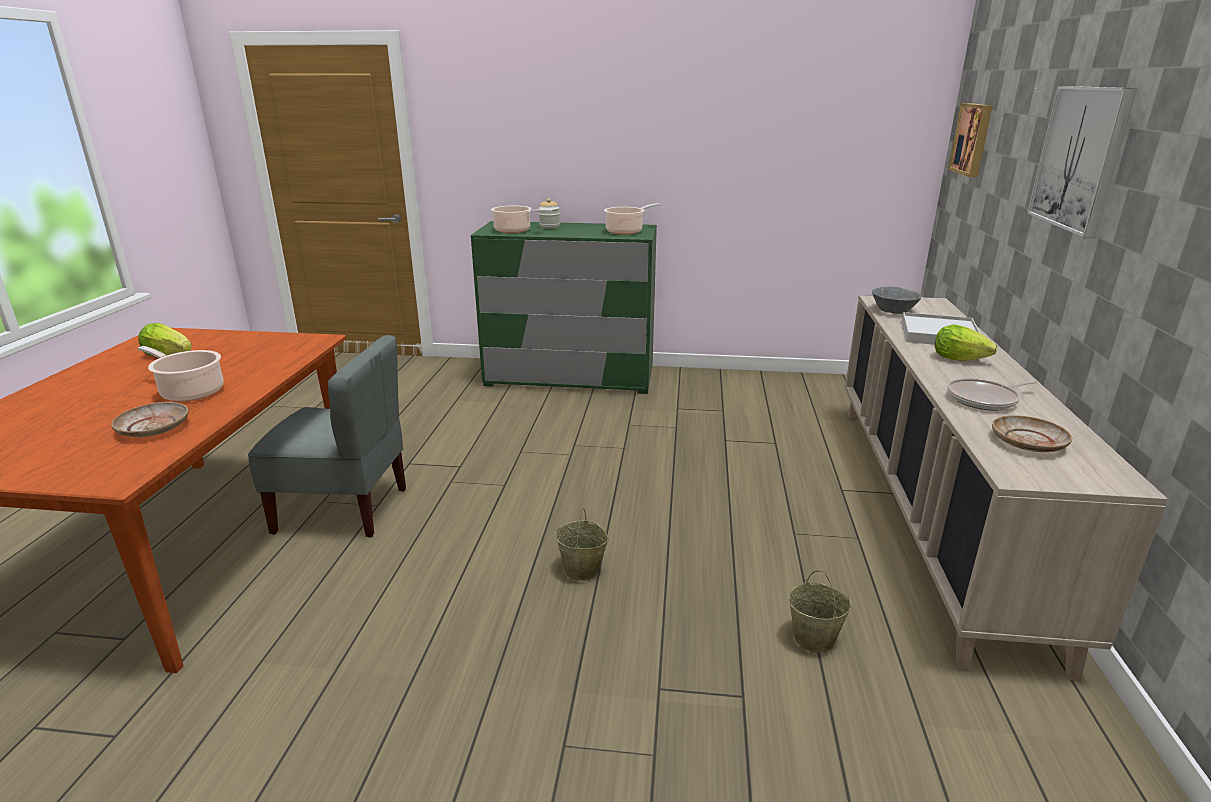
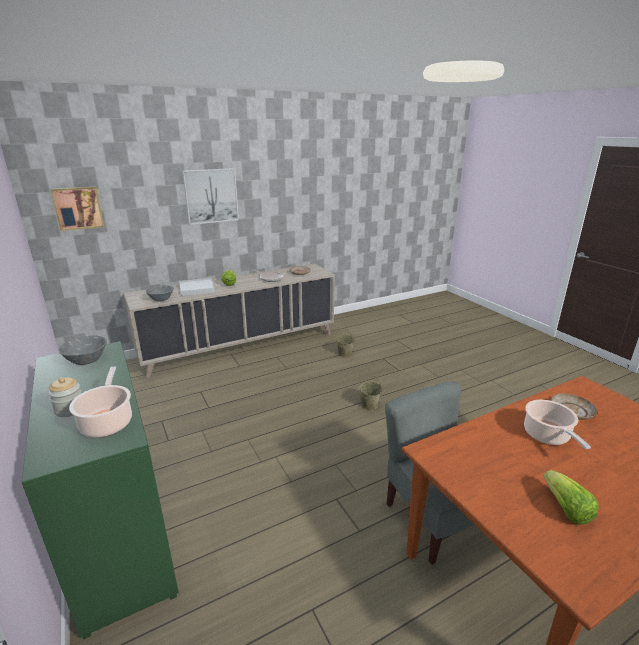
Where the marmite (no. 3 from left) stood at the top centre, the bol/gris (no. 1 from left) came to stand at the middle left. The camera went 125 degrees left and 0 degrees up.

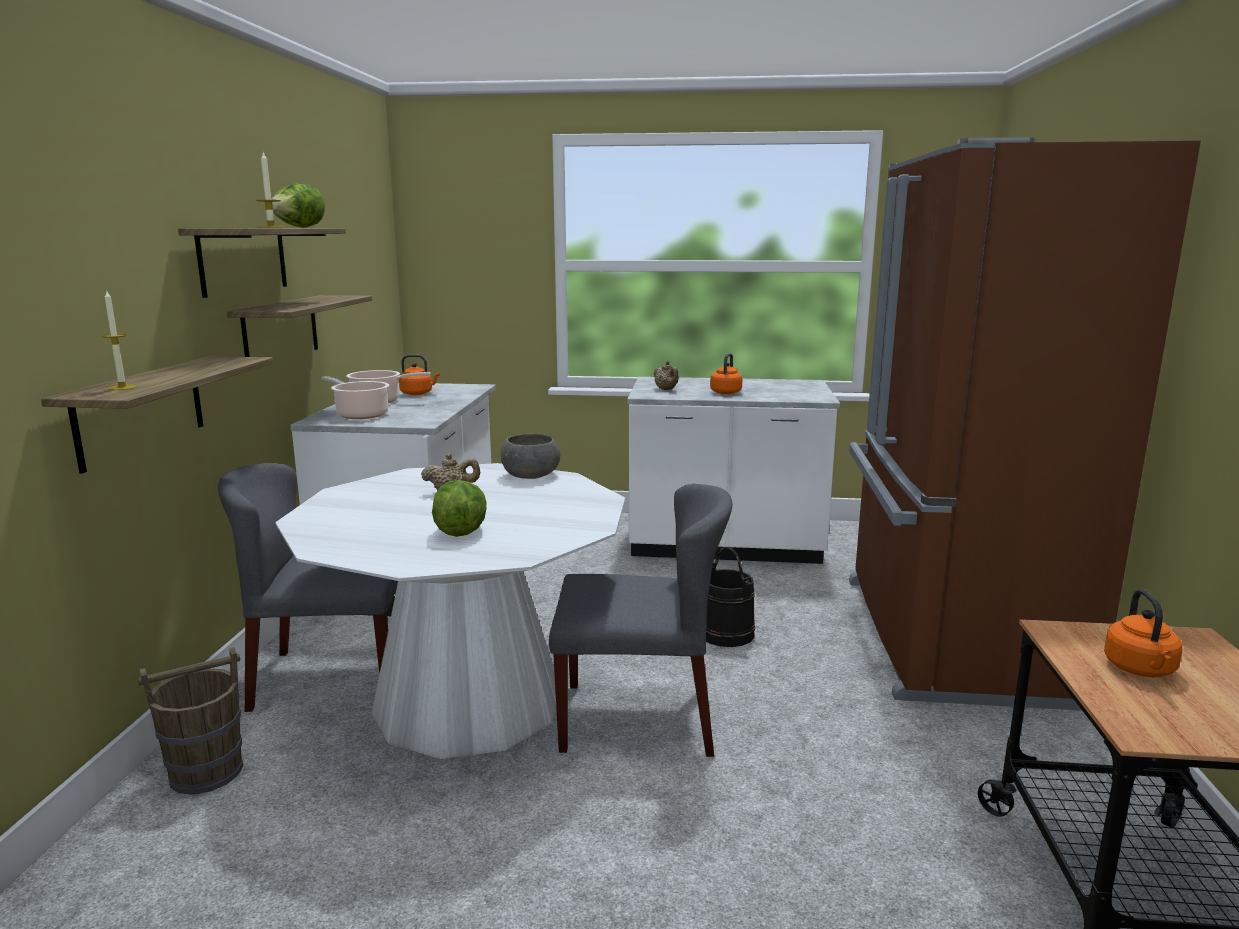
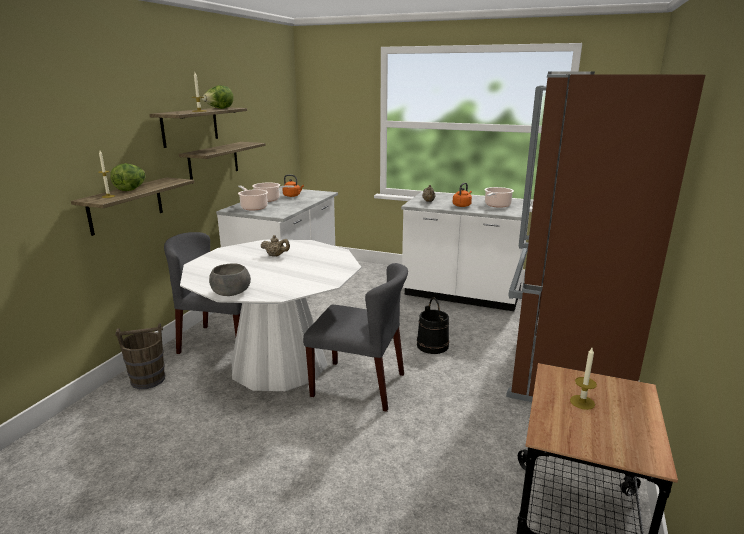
The second view gained the marmite (no. 3 from left) at the middle right. The laitue (no. 2 from left in the first image) ended up elsewhere, having gone from the centre to the top left. The bol/gris ended up elsewhere, having gone from the centre to the middle left. Where the bouilloire/orange (no. 3 from left) stood at the bottom right, the bougie (no. 3 from left) came to stand at the bottom right. The camera went 15 degrees right and 5 degrees up.

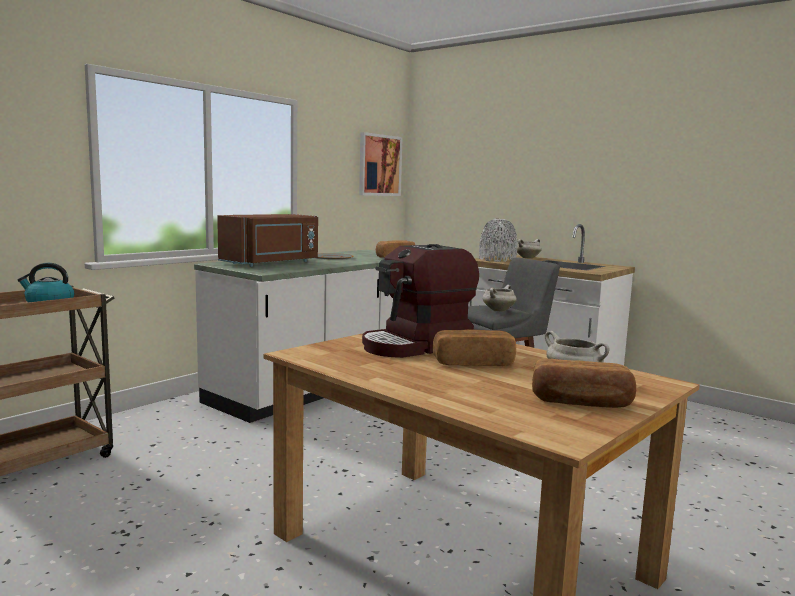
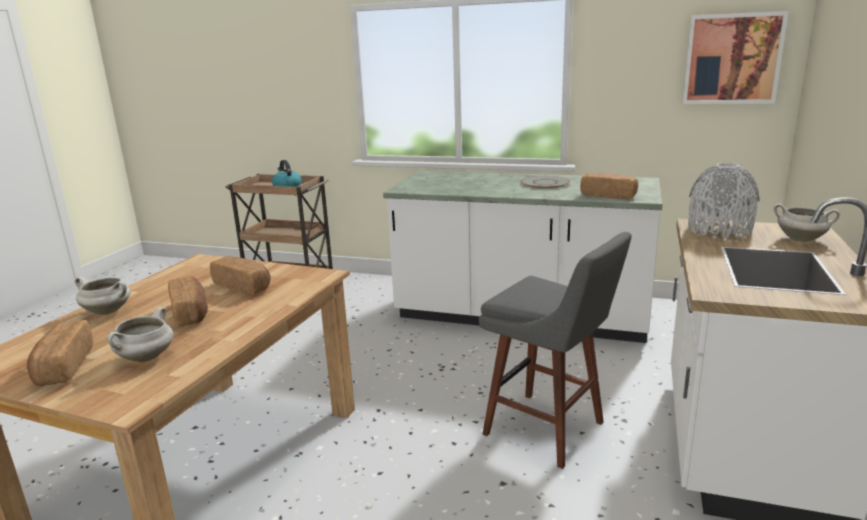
The second view lost the micro-ondes/marron at the centre. The marmite/blanc (no. 1 from left) ended up elsewhere, having gone from the centre to the middle left. Where the machine à café stood at the centre, the pain (no. 3 from left) came to stand at the middle left. The camera went 70 degrees right and 10 degrees up.

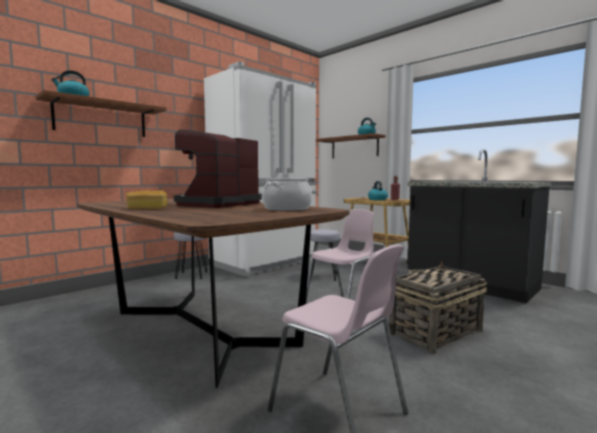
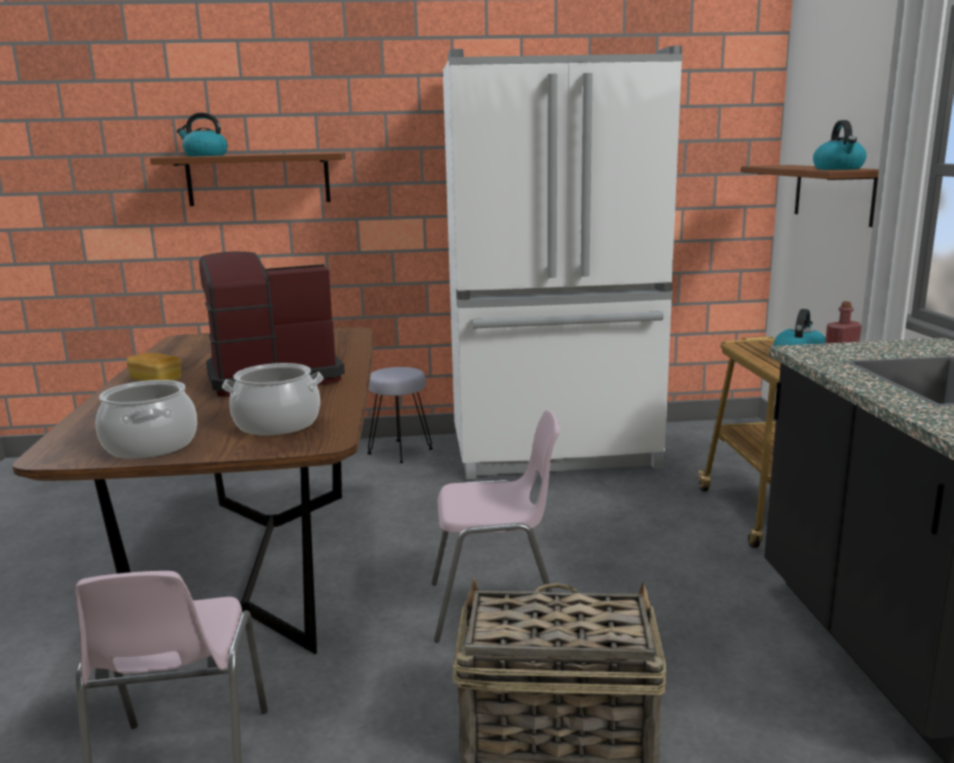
The second view lost the tabouret/gris (no. 2 from left) at the centre. The second view gained the marmite (no. 1 from left) at the middle left. The camera went 40 degrees right and 10 degrees up.

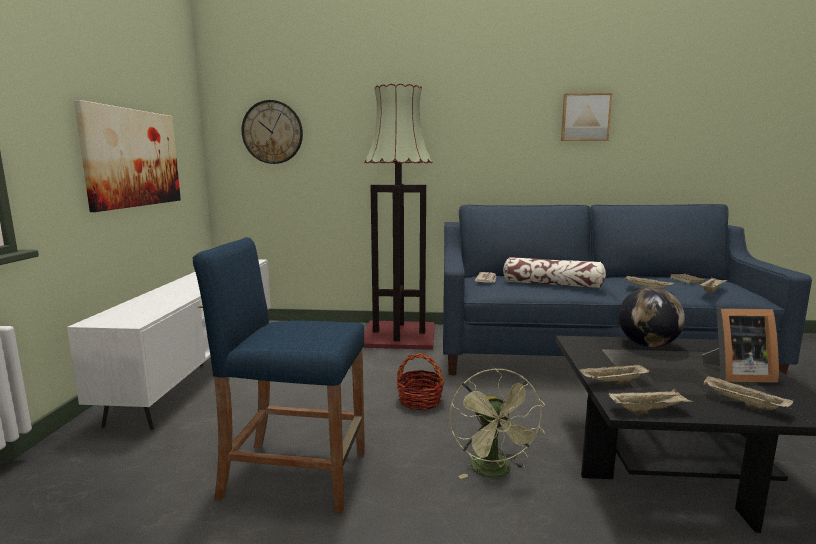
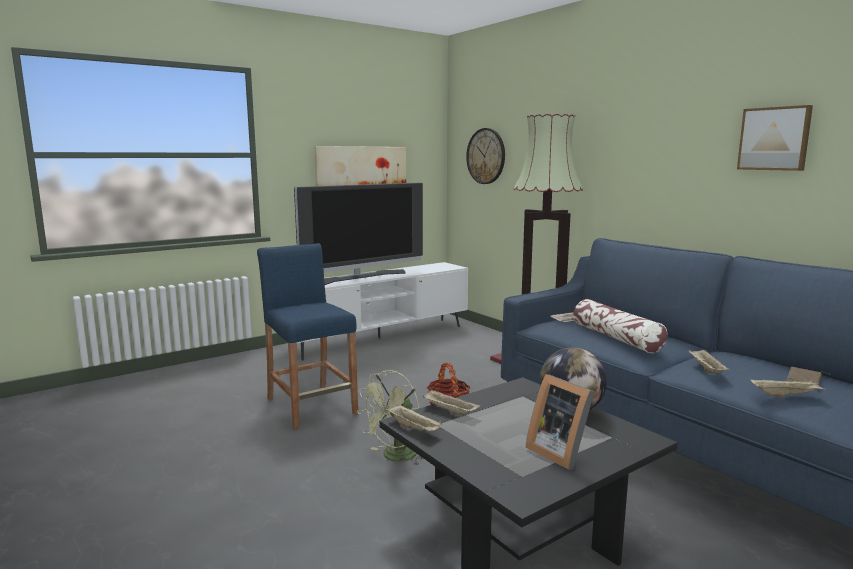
The second view lost the plateau/beige (no. 5 from left) at the bottom right. The second view gained the téléviseur at the centre. The camera went 50 degrees right and 0 degrees up.

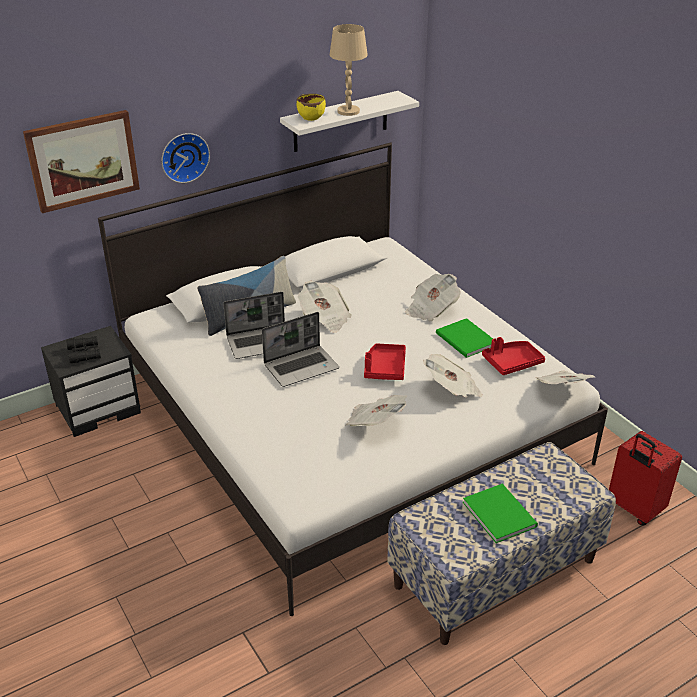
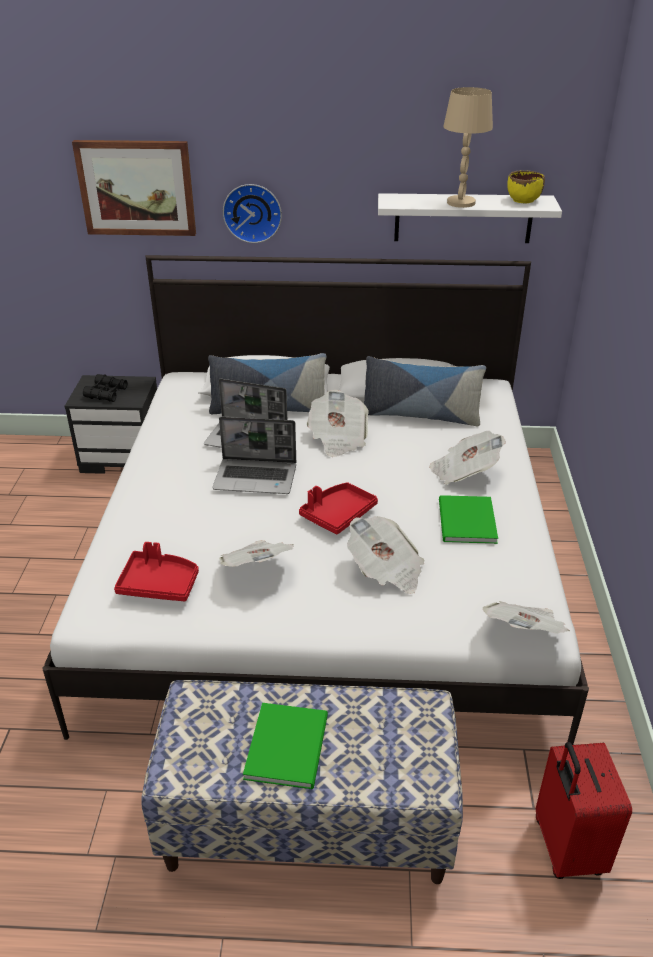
The second view gained the coussin (no. 2 from left) at the centre. The bol/jaune ended up elsewhere, having gone from the top centre to the top right. The plateau/rouge (no. 2 from left in the first image) ended up elsewhere, having gone from the middle right to the middle left. The camera went 35 degrees right and 0 degrees up.

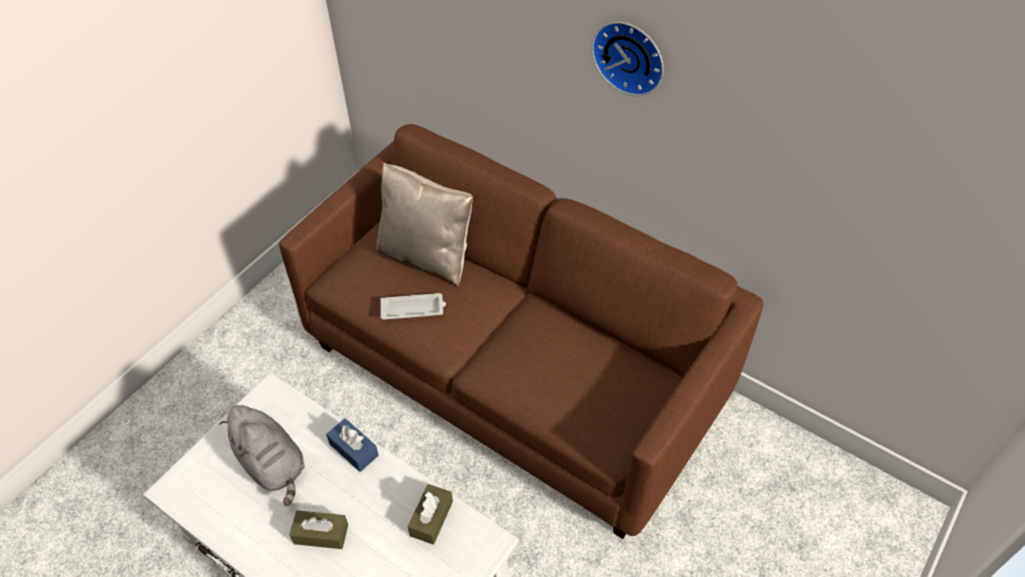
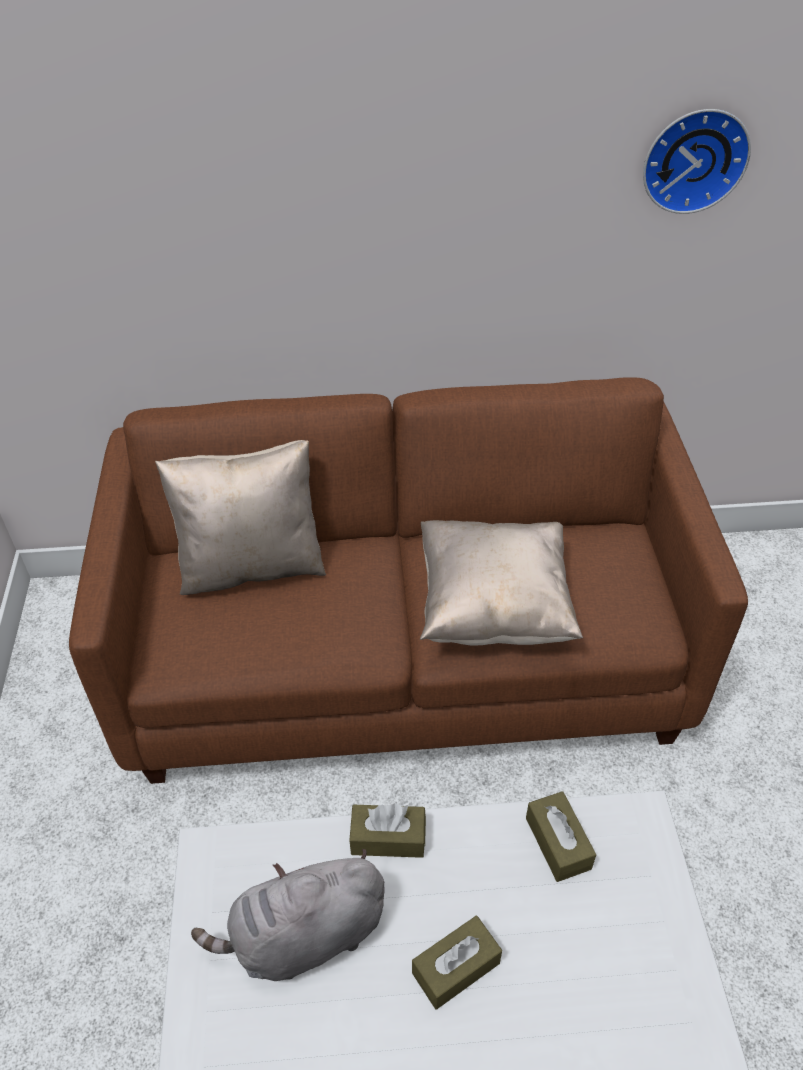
The second view lost the plateau/blanc at the centre. The second view gained the coussin/beige (no. 2 from left) at the centre. The horloge murale ended up elsewhere, having gone from the top centre to the top right. What was the boîte à mouchoirs/bleu at the bottom centre turned into the boîte à mouchoirs/marron (no. 1 from left) at the bottom centre. The peluche/gris at the bottom left ended up facing another way, 150 degrees clockwise from before. The camera went 40 degrees left and 5 degrees down.

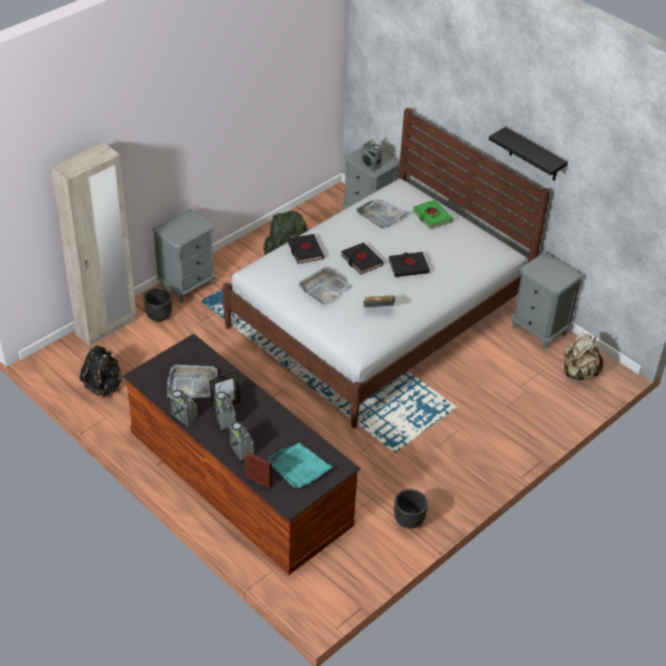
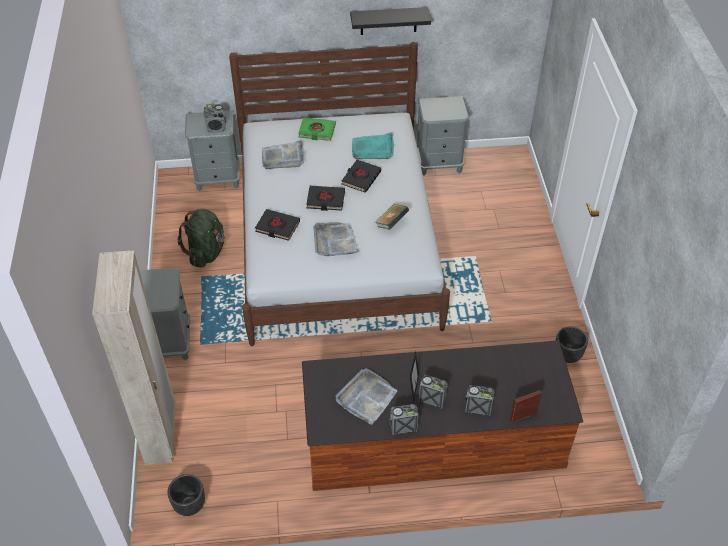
The second view lost the sac à dos/noir at the middle left. The second view lost the sac à dos/beige at the middle right. The cache-pot/noir (no. 1 from left) ended up elsewhere, having gone from the middle left to the bottom left. The plateau/turquoise ended up elsewhere, having gone from the bottom centre to the top centre. The camera went 50 degrees left and 5 degrees up.

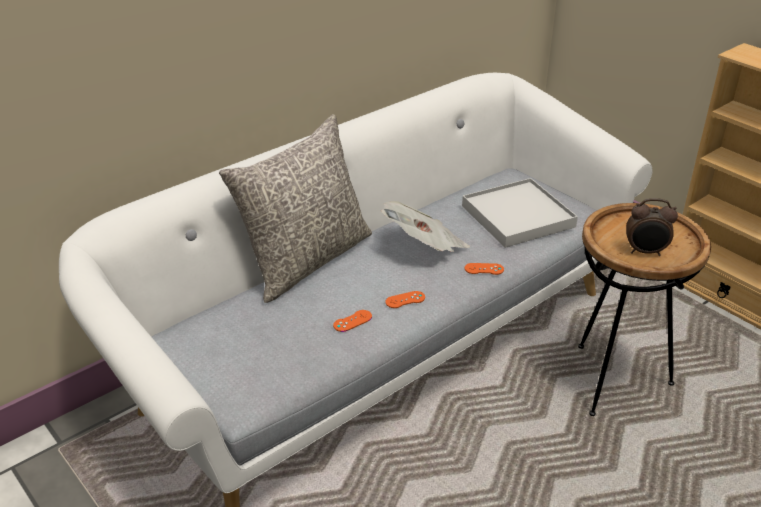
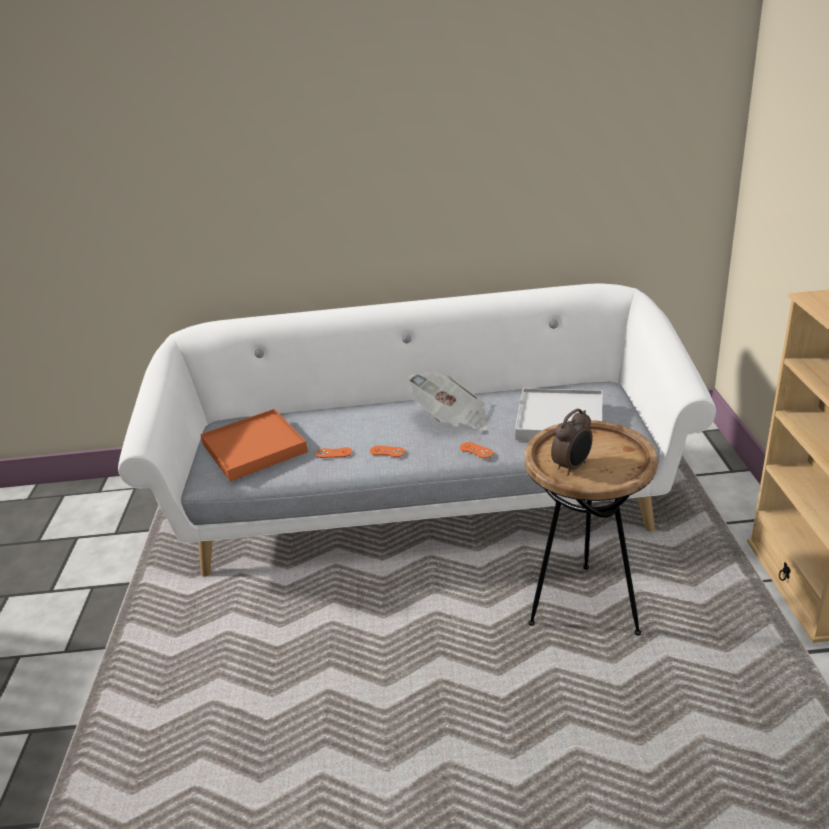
The second view lost the coussin/gris at the centre. The second view gained the plateau/orange at the middle left. The réveil at the middle right ended up facing another way, 90 degrees counterclockwise from before. The camera went 40 degrees right and 5 degrees down.

